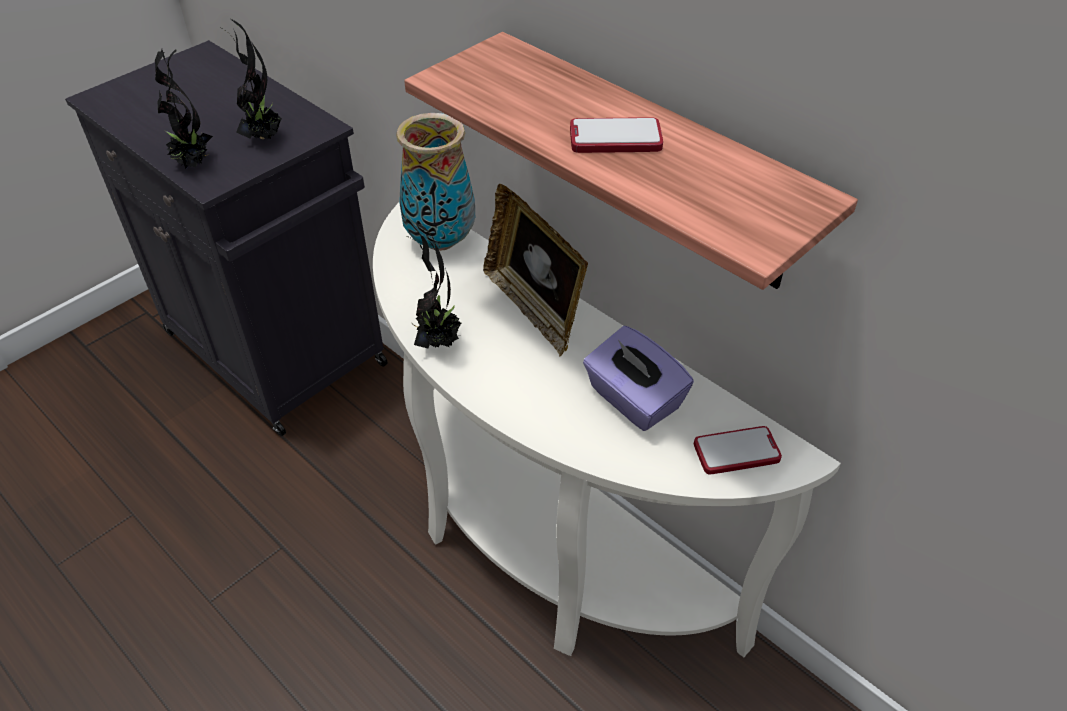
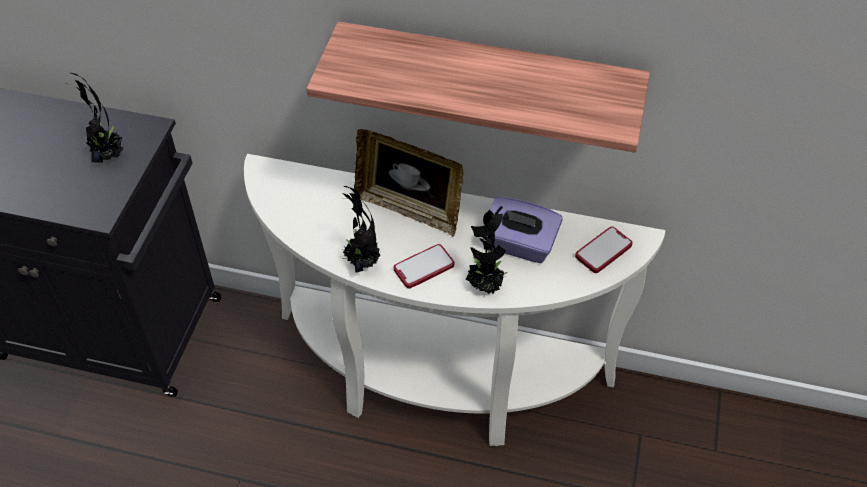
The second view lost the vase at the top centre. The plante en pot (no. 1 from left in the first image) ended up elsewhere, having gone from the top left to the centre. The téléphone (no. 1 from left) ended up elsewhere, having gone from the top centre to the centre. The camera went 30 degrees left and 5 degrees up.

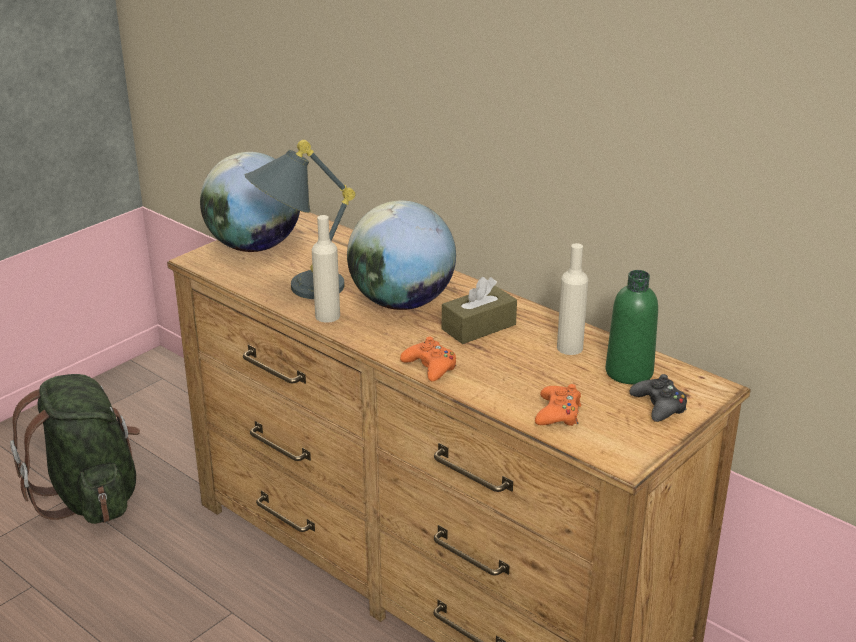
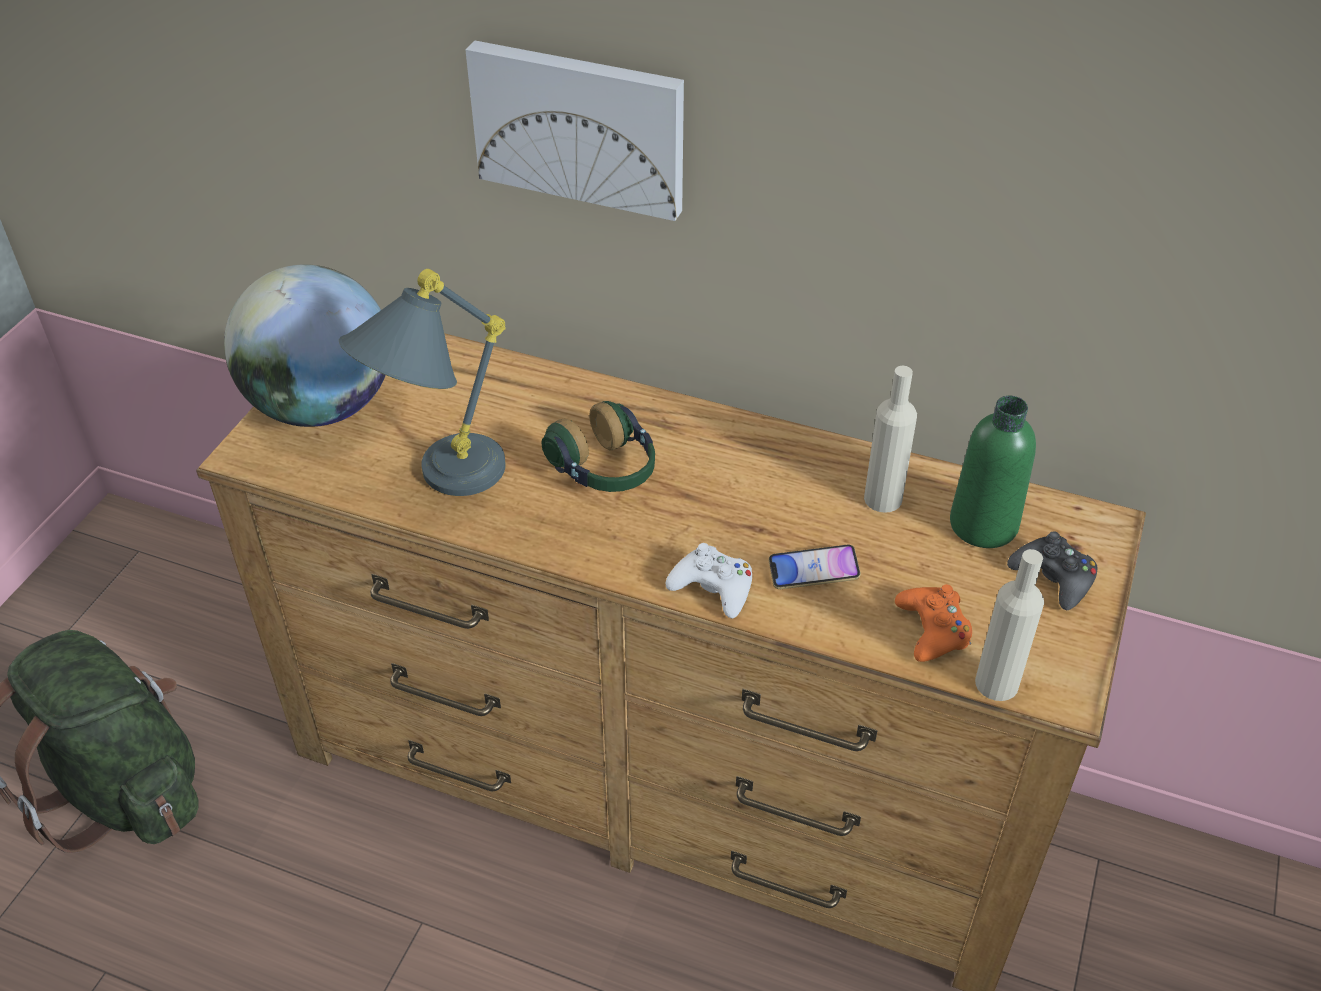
The second view lost the boîte à mouchoirs/marron at the centre. The second view gained the tableau at the top centre. The second view gained the téléphone at the centre. The bouteille/beige (no. 1 from left in the first image) ended up elsewhere, having gone from the centre to the middle right. Where the globe (no. 2 from left) stood at the centre, the casque audio came to stand at the centre. What was the manette/orange (no. 1 from left) at the centre turned into the manette/blanc at the centre. The camera went 20 degrees left and 15 degrees up.

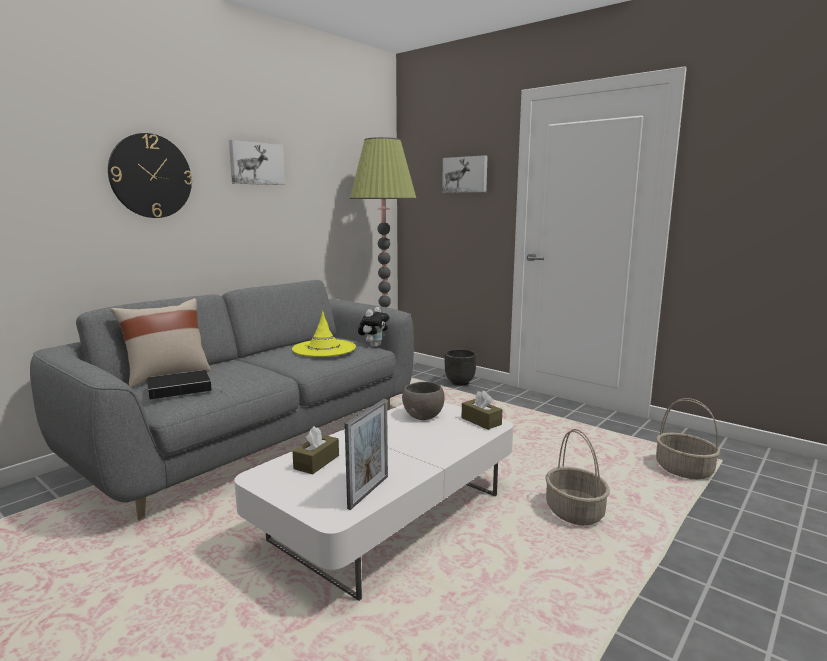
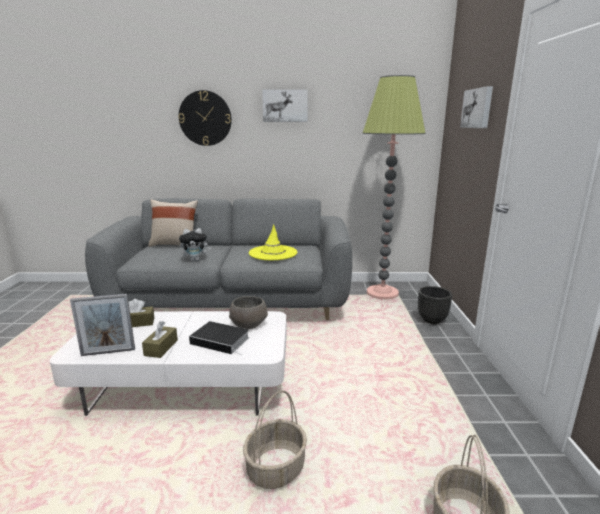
The livre ended up elsewhere, having gone from the middle left to the centre. The peluche ended up elsewhere, having gone from the centre to the middle left. The boîte à mouchoirs/marron (no. 2 from left) ended up elsewhere, having gone from the centre to the middle left. The camera went 50 degrees right and 5 degrees up.

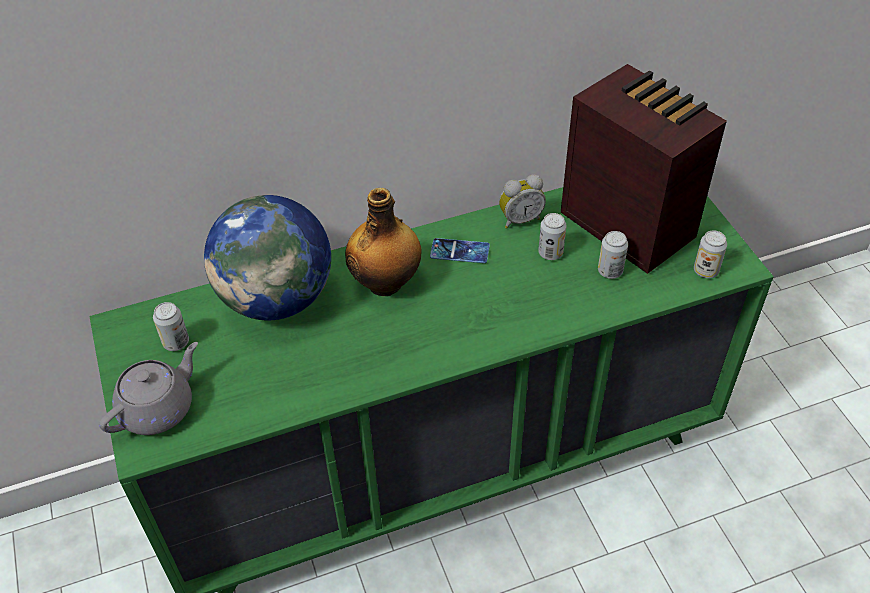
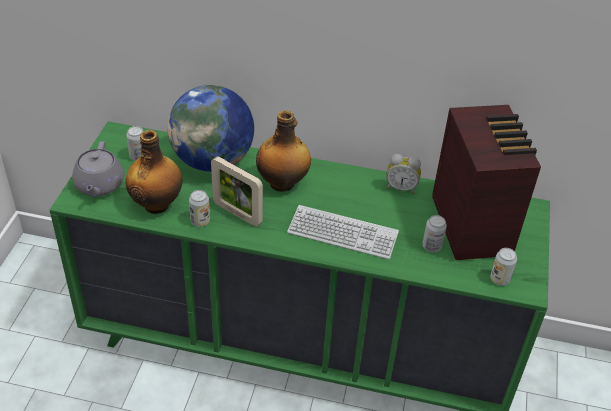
The second view lost the téléphone at the centre. The second view gained the bouteille (no. 1 from left) at the middle left. The second view gained the cadre photo at the centre. The second view gained the clavier at the centre. The boîte métallique (no. 2 from left) ended up elsewhere, having gone from the centre to the middle left. The théière/gris at the middle left ended up facing another way, 105 degrees clockwise from before. The camera went 30 degrees right and 5 degrees down.

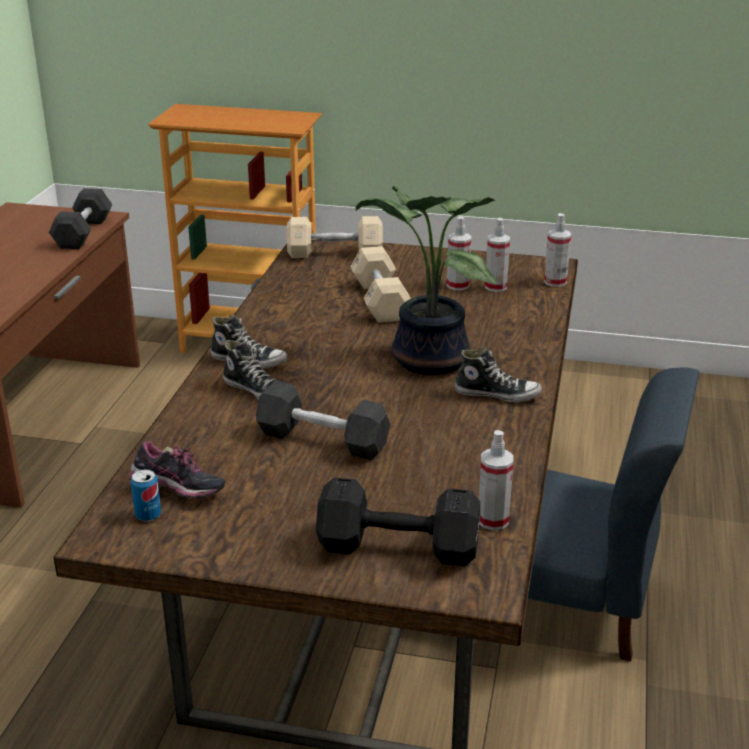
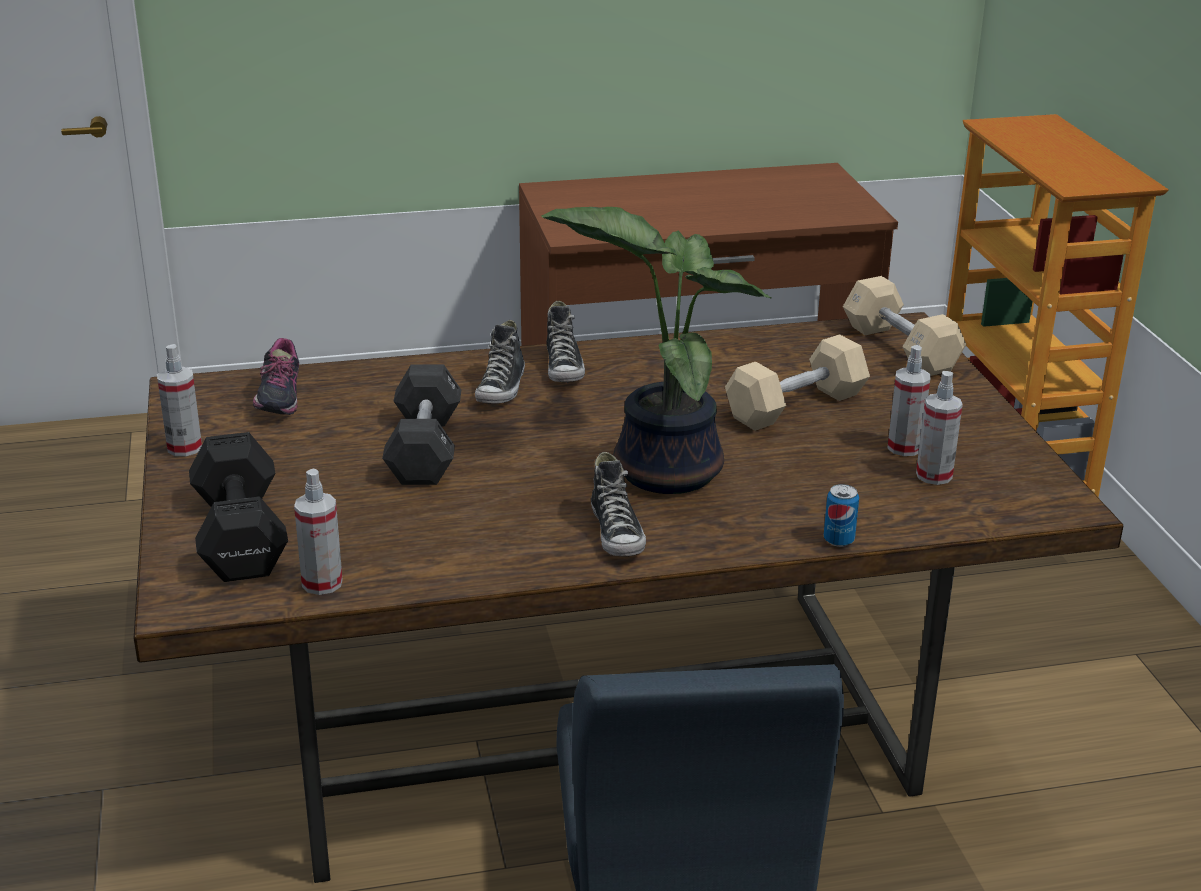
The second view lost the haltère/noir (no. 1 from left) at the top left. The boîte métallique ended up elsewhere, having gone from the middle left to the middle right. The vaporisateur (no. 4 from left in the first image) ended up elsewhere, having gone from the middle right to the middle left. The camera went 65 degrees right and 0 degrees up.

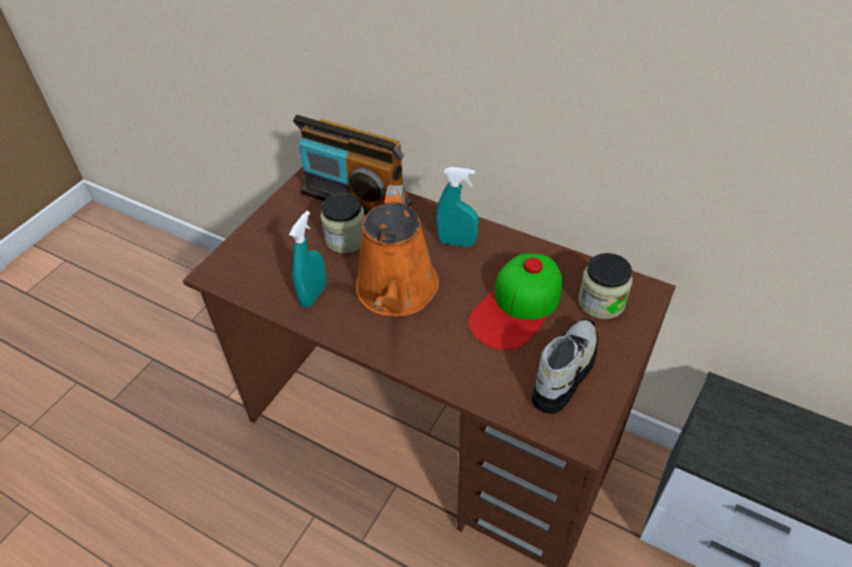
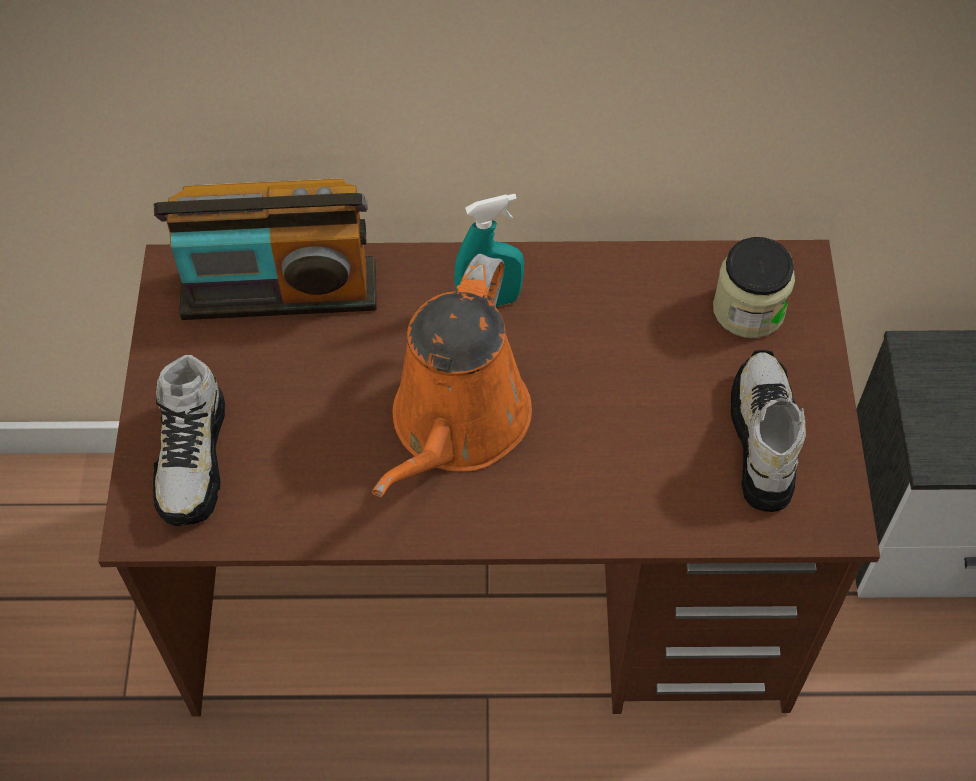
The second view lost the vaporisateur/turquoise (no. 1 from left) at the centre. The second view lost the bocal (no. 1 from left) at the centre. The second view lost the casquette at the centre. The second view gained the chaussure (no. 1 from left) at the middle left. The arrosoir/orange at the centre ended up facing another way, 45 degrees clockwise from before. The camera went 30 degrees left and 10 degrees up.

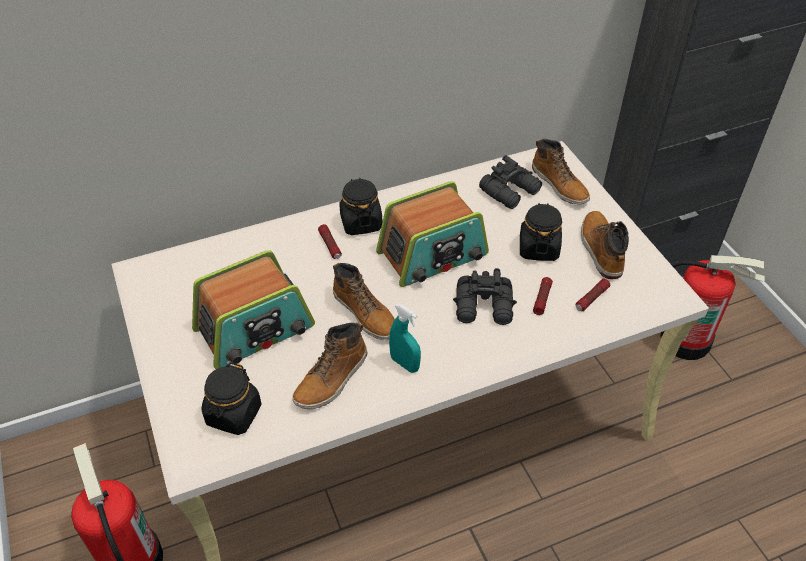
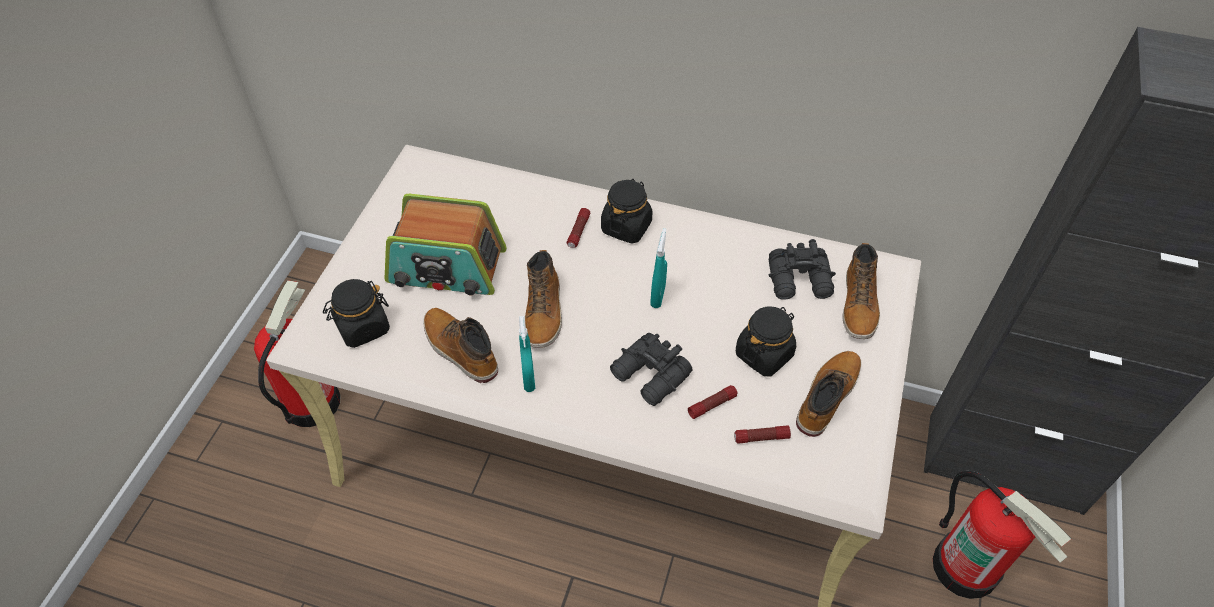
Where the radio (no. 2 from left) stood at the centre, the vaporisateur/turquoise (no. 2 from left) came to stand at the centre. The botte (no. 1 from left) at the centre ended up facing another way, 60 degrees clockwise from before. The camera went 40 degrees right and 5 degrees up.

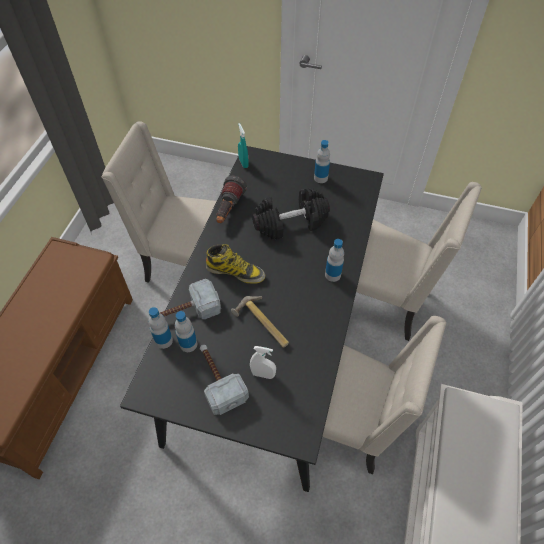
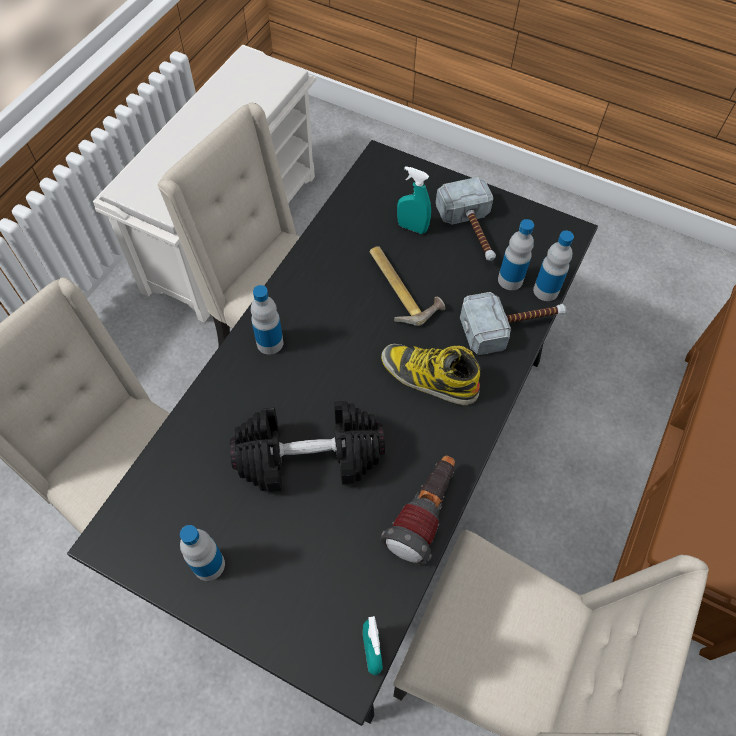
What was the vaporisateur/blanc at the centre turned into the vaporisateur/turquoise (no. 2 from left) at the top centre. The camera went 170 degrees left and 5 degrees up.

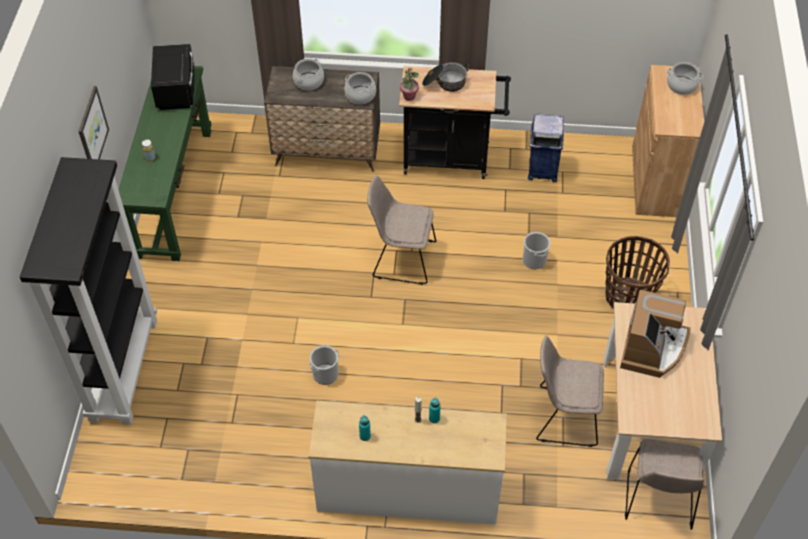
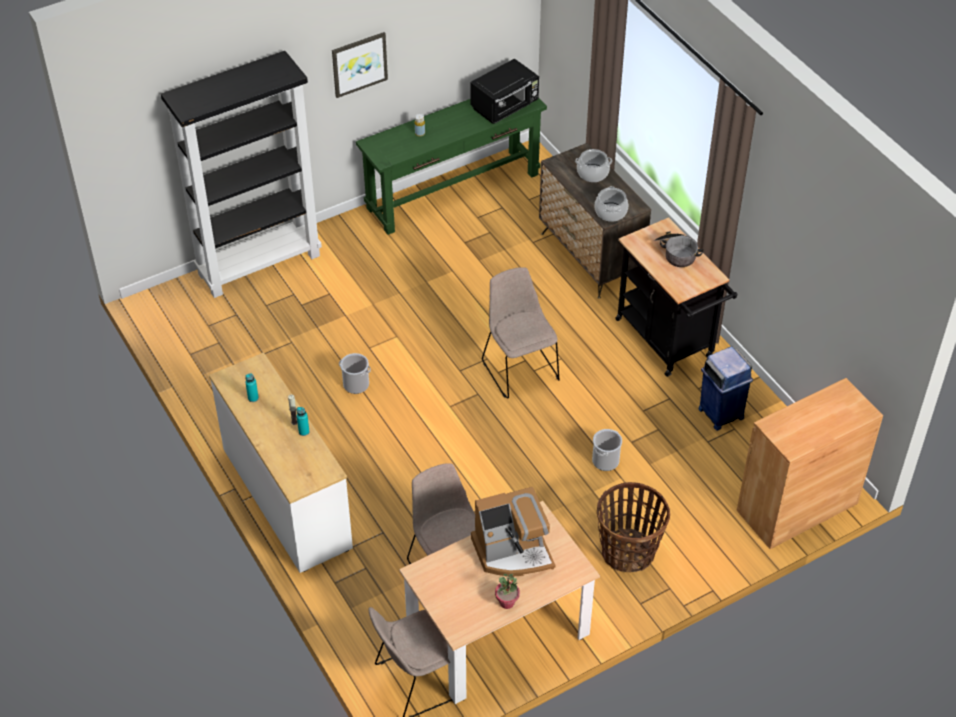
The second view lost the marmite (no. 4 from left) at the top right. The plante en pot ended up elsewhere, having gone from the top centre to the bottom centre. The camera went 55 degrees right and 5 degrees down.

